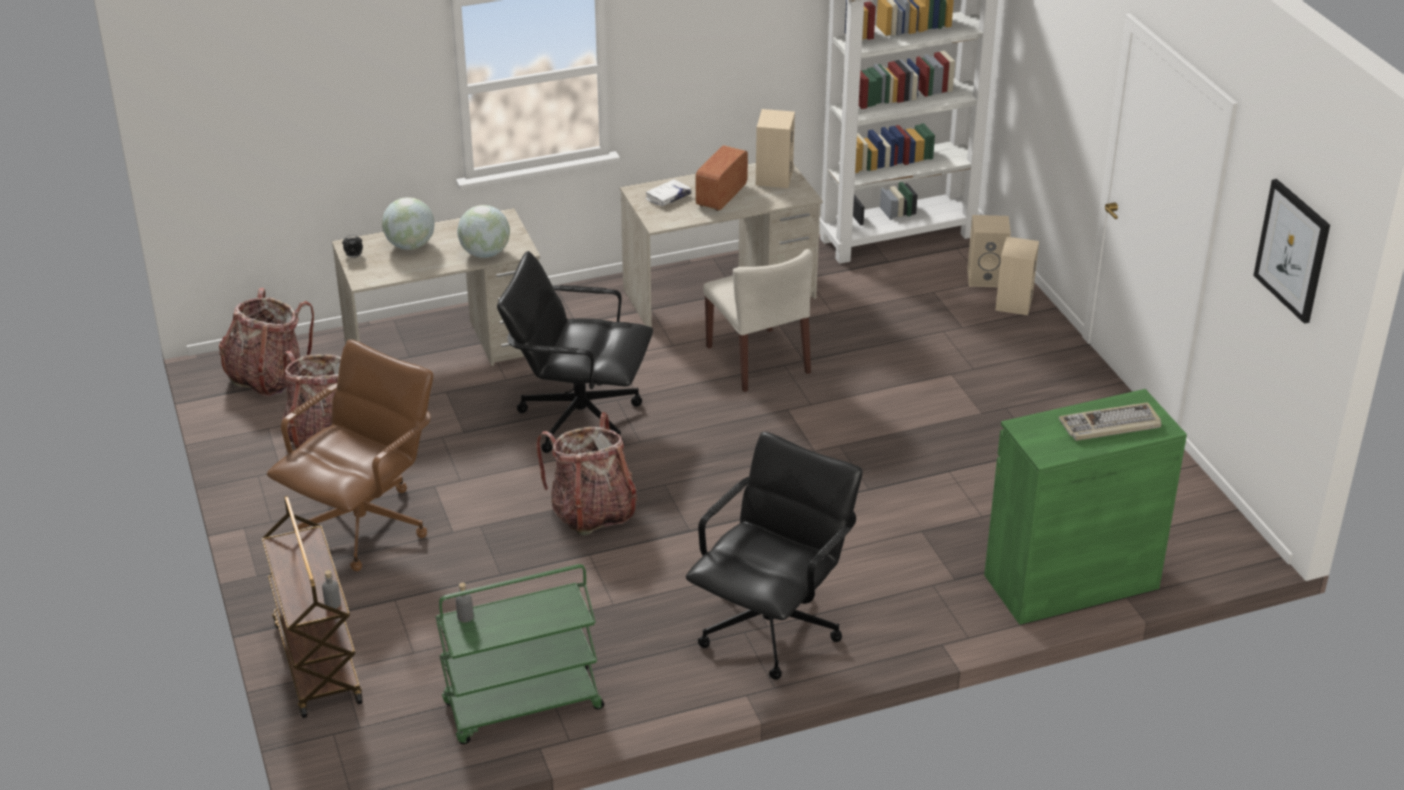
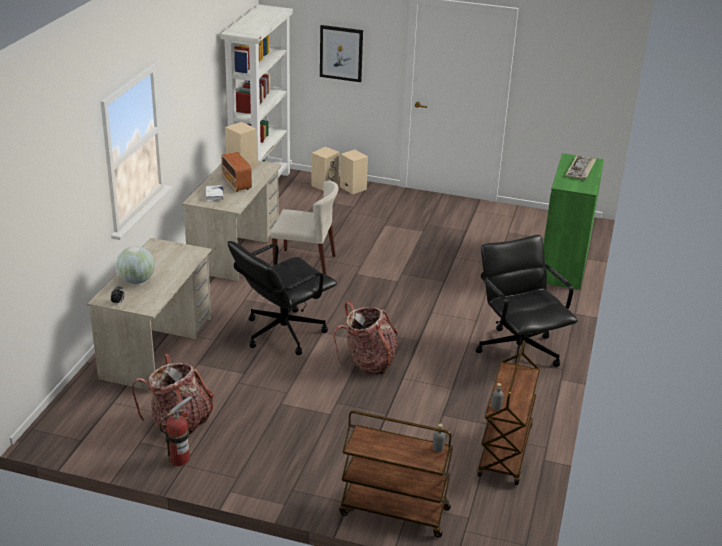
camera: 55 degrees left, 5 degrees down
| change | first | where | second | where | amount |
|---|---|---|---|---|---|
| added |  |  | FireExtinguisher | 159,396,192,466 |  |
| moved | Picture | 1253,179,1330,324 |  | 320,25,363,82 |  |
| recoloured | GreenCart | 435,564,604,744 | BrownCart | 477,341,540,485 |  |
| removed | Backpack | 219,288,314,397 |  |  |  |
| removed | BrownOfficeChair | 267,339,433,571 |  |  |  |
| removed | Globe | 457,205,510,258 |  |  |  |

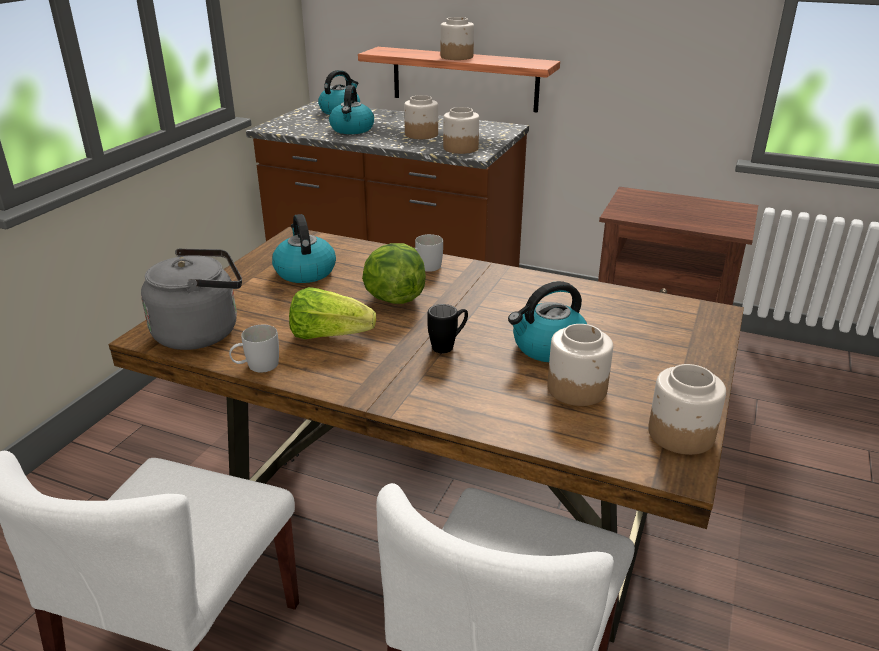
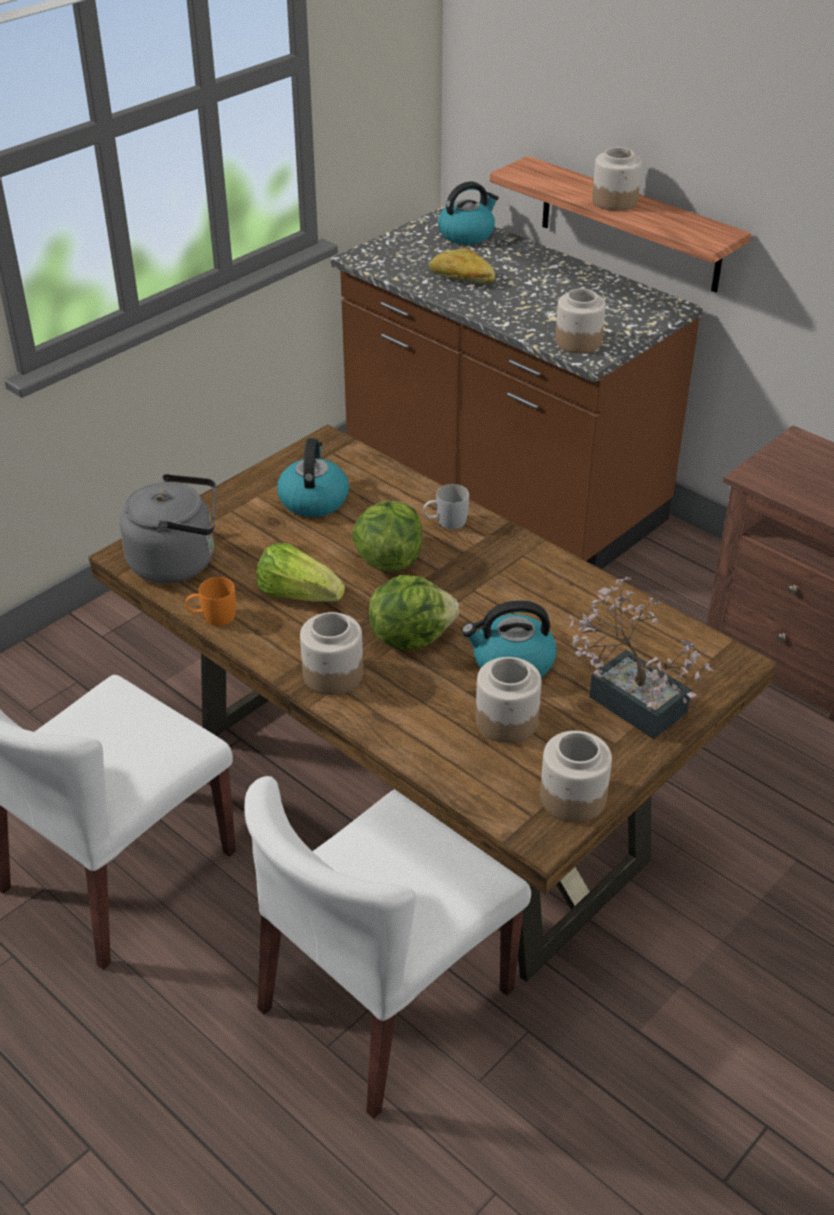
camera: 20 degrees right, 10 degrees up
| change | first | where | second | where | amount |
|---|---|---|---|---|---|
| recoloured | WhiteMug | 229,325,279,373 | OrangeMug | 186,577,236,626 |  |
| moved | Jar | 404,95,438,139 |  | 300,612,363,695 |  |
| replaced | BlackMug | 427,304,468,353 | Lettuce | 369,575,459,650 |  |
| replaced | Kettle | 329,85,374,134 | Bread | 429,248,495,284 |  |
| added |  |  | PottedPlant | 569,577,714,739 |  |

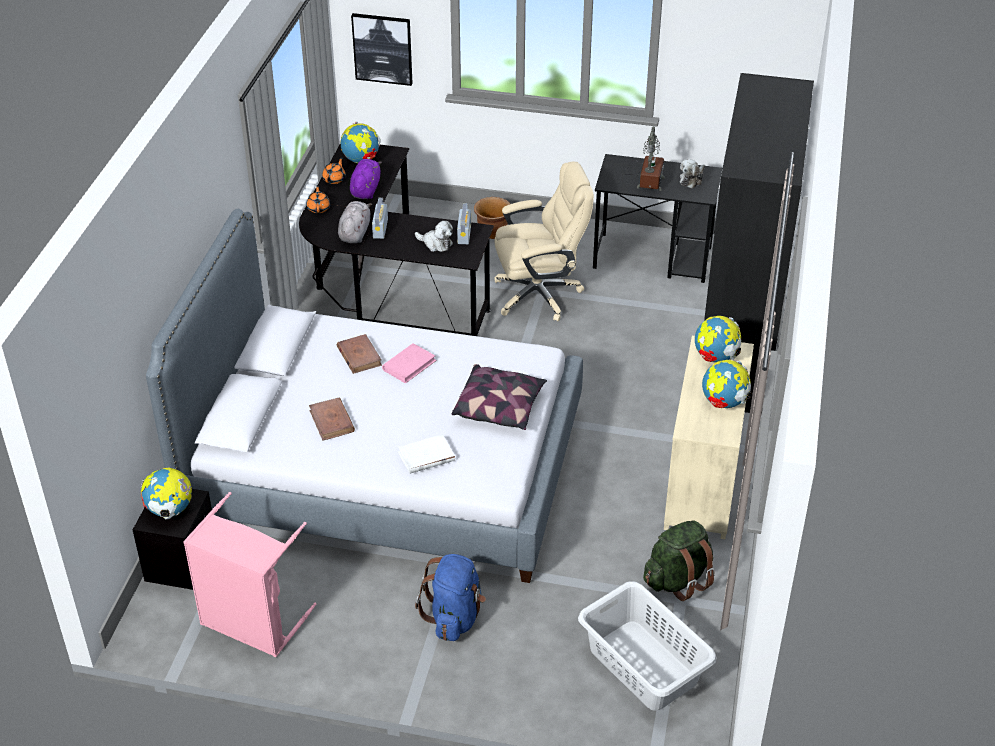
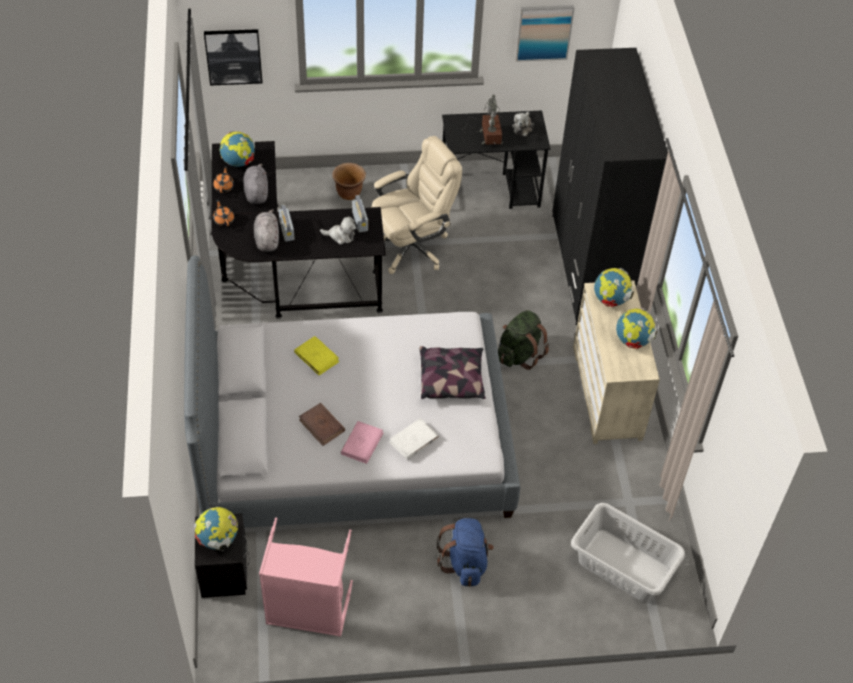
camera: 20 degrees left, 10 degrees up
| change | first | where | second | where | amount |
|---|---|---|---|---|---|
| recoloured | PurplePlushToy | 350,159,382,199 | GreyPlushToy | 243,164,268,204 |  |
| recoloured | BrownBook | 337,334,382,374 | YellowBook | 294,336,339,375 |  |
| moved | PinkBook | 382,343,437,384 |  | 341,421,383,464 |  |
| moved | GreenBackpack | 643,520,715,601 |  | 498,310,549,370 |  |
| added |  |  | Picture | 516,5,574,62 |  |

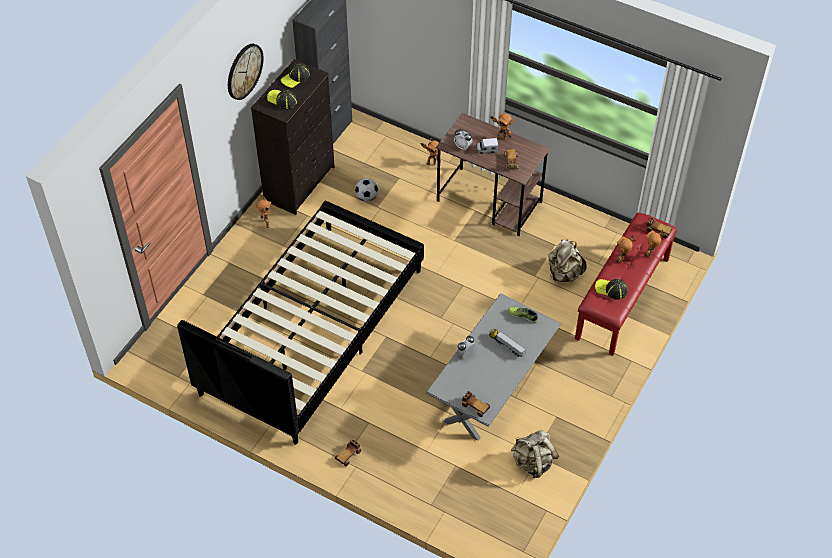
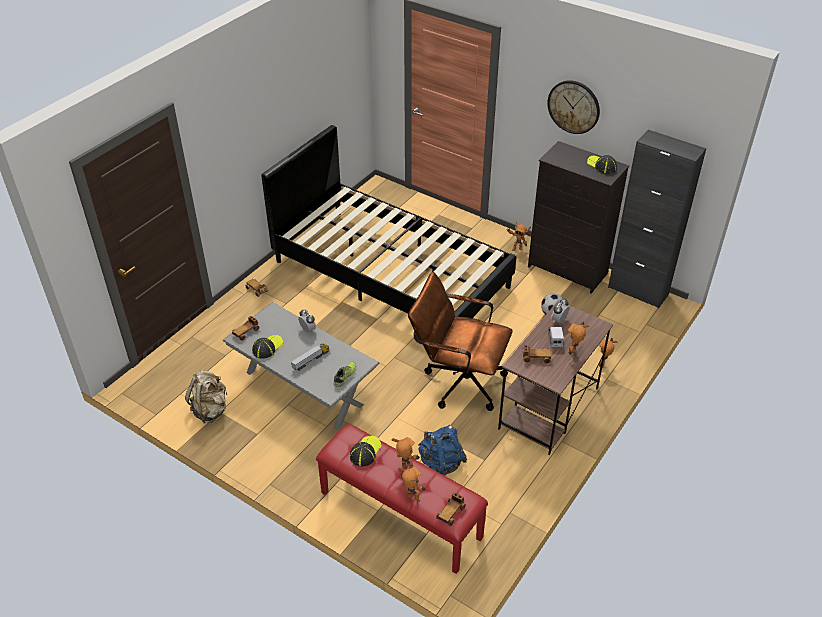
camera: 95 degrees right, 10 degrees down
| change | first | where | second | where | amount |
|---|---|---|---|---|---|
| moved | Cap | 267,90,298,109 |  | 252,335,283,359 |  |
| added |  |  | BrownOfficeChair | 408,272,513,411 |  |
| recoloured | BeigeBackpack | 548,239,587,282 | BlueBackpack | 418,425,467,476 |  |

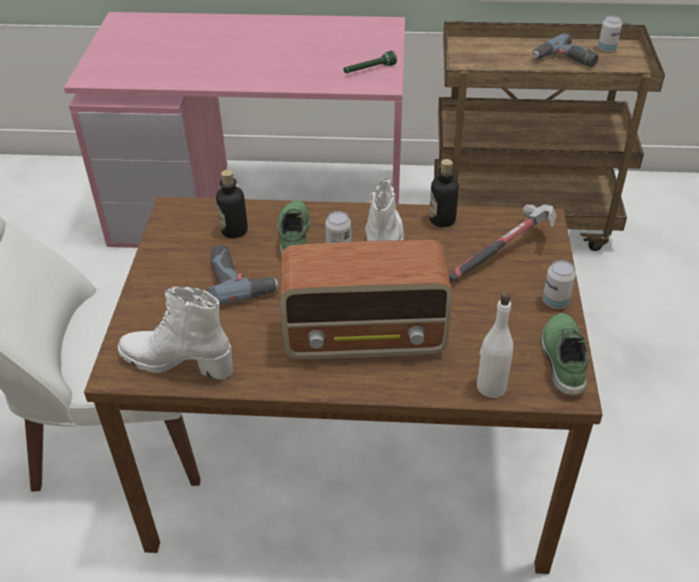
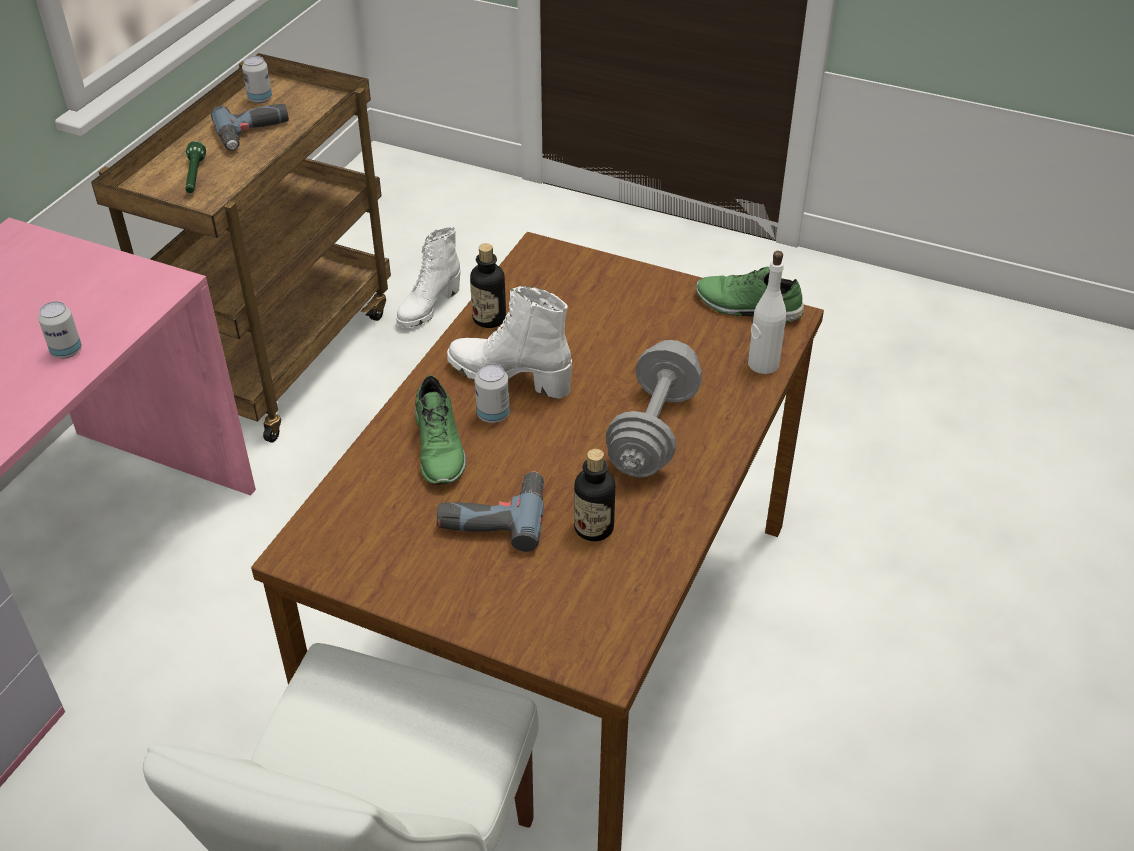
camera: 70 degrees left, 0 degrees up
| change | first | where | second | where | amount |
|---|---|---|---|---|---|
| moved | Can | 542,260,576,309 |  | 38,301,82,359 |  |
| moved | GreenFlashlight | 344,51,397,73 |  | 185,141,206,193 |  |
| moved | WhiteBoot | 118,286,233,380 |  | 396,227,460,327 |  |
| turned | GreenShoe | 277,200,310,256 |  | 415,375,466,485 | 120 degrees counterclockwise |
| moved | Bottle | 216,170,248,238 |  | 574,449,615,541 |  |
| replaced | Radio | 280,240,452,359 | GreyDumbbell | 606,340,702,477 |  |
| removed | Hammer | 448,204,556,283 |  |  |  |

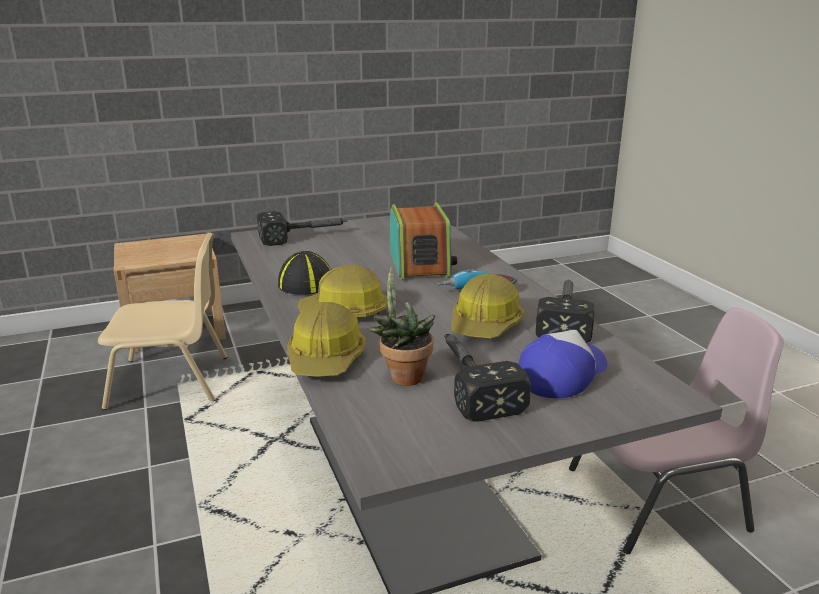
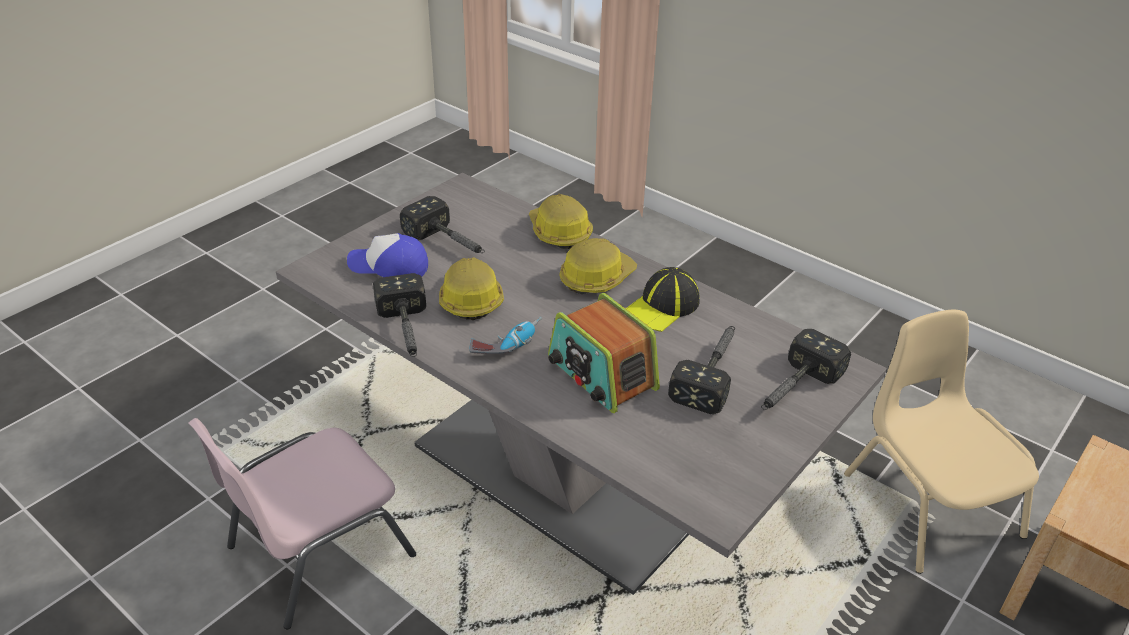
camera: 150 degrees right, 15 degrees up
| change | first | where | second | where | amount |
|---|---|---|---|---|---|
| turned | Cap | 518,330,607,398 |  | 347,233,428,277 | 90 degrees clockwise |
| added |  |  | Hammer | 668,326,735,414 |  |
| turned | BeigeChair | 98,232,227,410 |  | 844,310,1039,574 | 105 degrees clockwise |
| removed | PottedPlant | 367,266,435,386 |  |  |  |

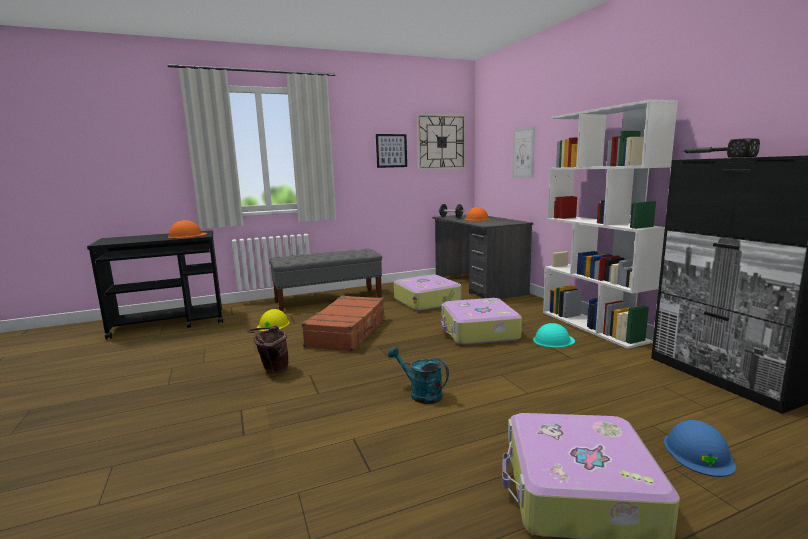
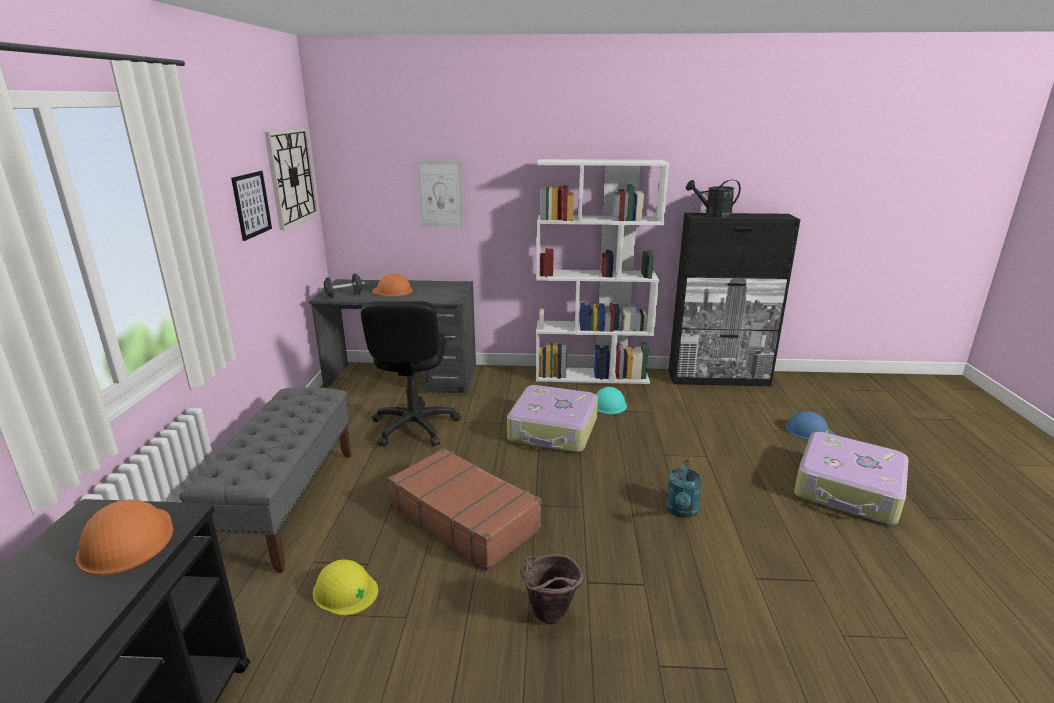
camera: 65 degrees left, 10 degrees up
| change | first | where | second | where | amount |
|---|---|---|---|---|---|
| replaced | Suitcase | 394,275,461,311 | BlackOfficeChair | 360,301,461,447 |  |
| turned | TurquoiseWateringCan | 388,347,449,404 |  | 666,459,702,518 | 45 degrees counterclockwise |
| replaced | Hammer | 685,138,760,158 | BlackWateringCan | 686,180,741,218 |  |

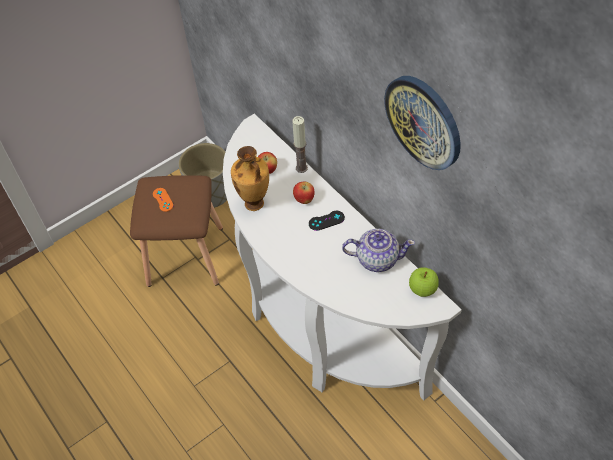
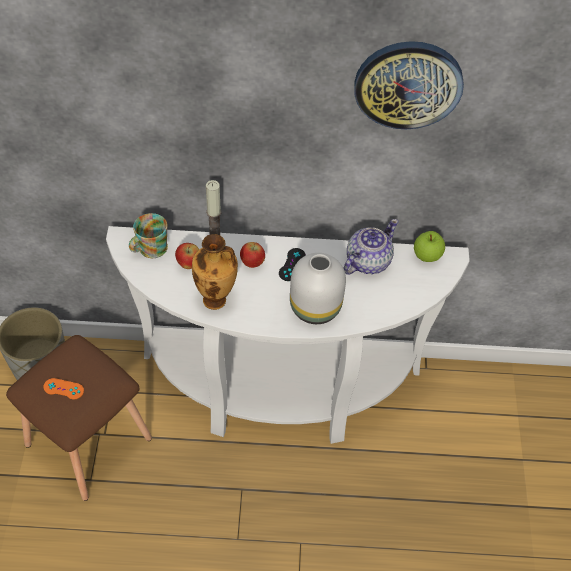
camera: 55 degrees left, 0 degrees up
| change | first | where | second | where | amount |
|---|---|---|---|---|---|
| added |  |  | Mug | 129,213,168,258 |  |
| added |  |  | WhiteVase | 290,253,346,324 |  |

